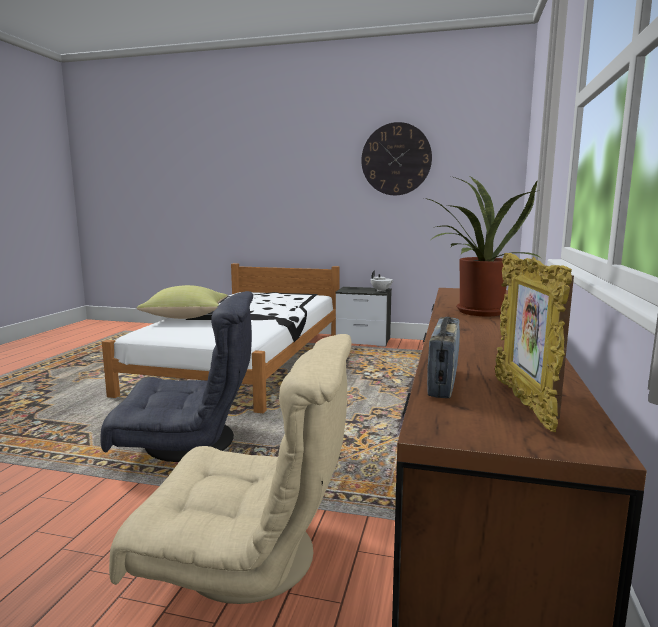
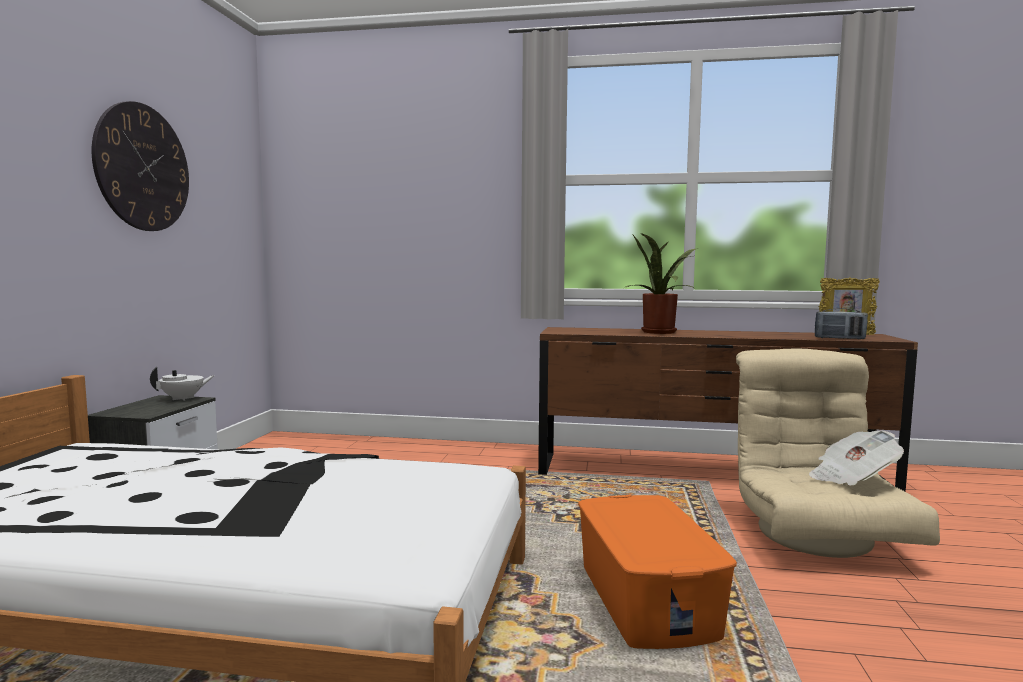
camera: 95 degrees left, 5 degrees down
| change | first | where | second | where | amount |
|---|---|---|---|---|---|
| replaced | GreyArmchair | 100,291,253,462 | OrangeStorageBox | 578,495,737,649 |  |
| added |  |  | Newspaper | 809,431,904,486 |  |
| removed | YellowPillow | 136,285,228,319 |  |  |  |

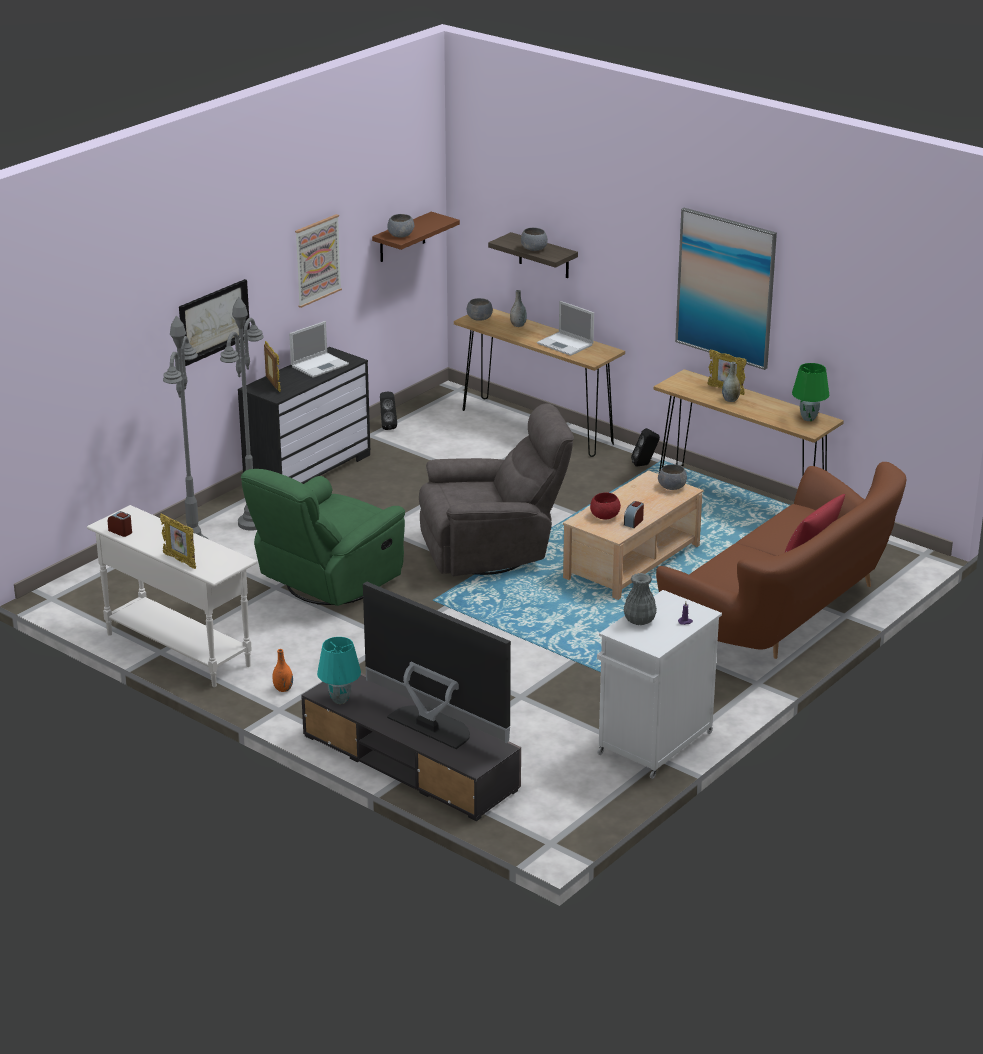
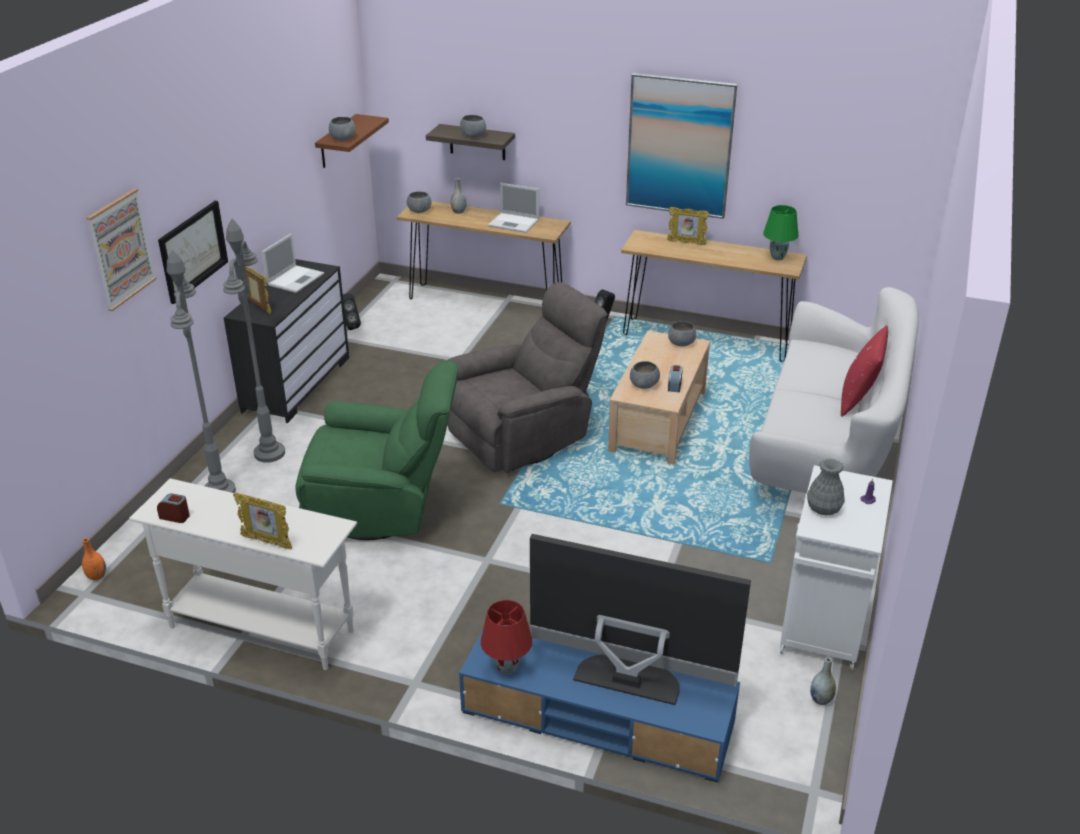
camera: 20 degrees left, 5 degrees up
| change | first | where | second | where | amount |
|---|---|---|---|---|---|
| moved | OrangeVase | 272,649,293,692 |  | 82,538,106,580 |  |
| moved | Picture | 295,214,342,308 |  | 87,188,157,311 |  |
| turned | GreenArmchair | 241,469,405,606 |  | 296,361,459,540 | 105 degrees counterclockwise |
| recoloured | GreyTvStand | 301,673,521,821 | BlueTvStand | 459,625,740,783 |  |
| recoloured | TurquoiseTableLamp | 317,637,361,704 | RedTableLamp | 481,600,532,675 |  |
| recoloured | RedBowl | 590,492,621,519 | GreyBowl | 630,361,660,389 |  |
| recoloured | BrownSofa | 656,462,906,659 | WhiteSofa | 749,287,919,493 |  |
| moved | GreyVase | 722,362,740,402 |  | 810,657,836,705 |  |

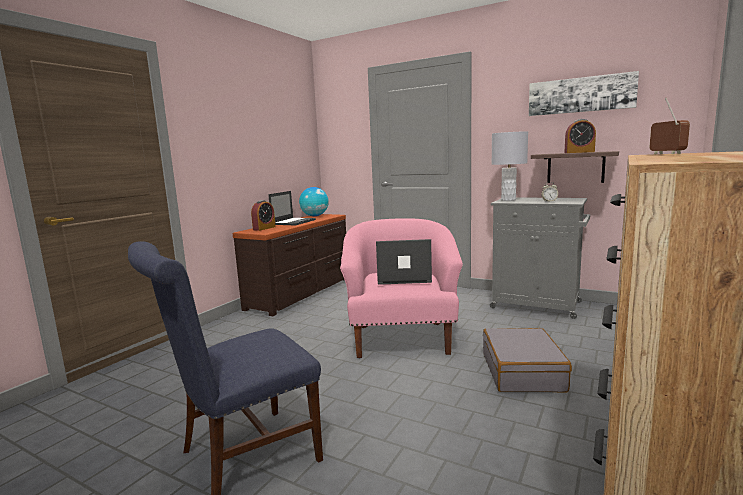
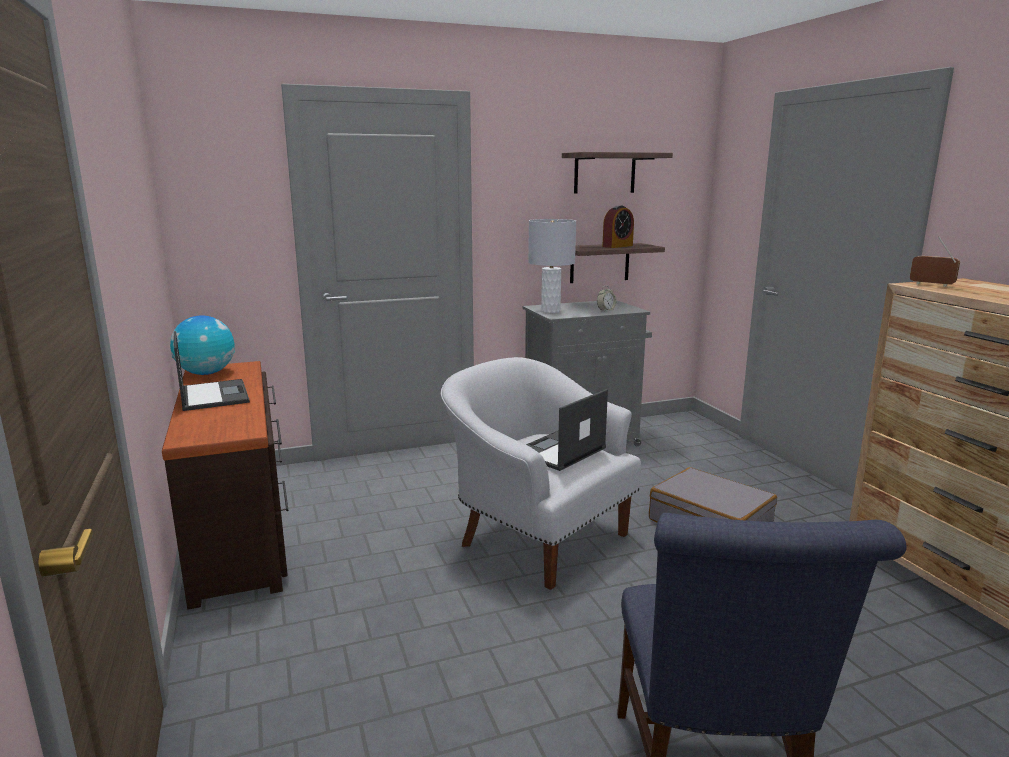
camera: 50 degrees left, 5 degrees up
| change | first | where | second | where | amount |
|---|---|---|---|---|---|
| recoloured | PinkArmchair | 340,218,463,358 | WhiteArmchair | 441,357,641,590 |  |
| replaced | Picture | 529,71,639,116 | Shelf | 562,152,673,194 |  |
| removed | AlarmClock | 251,200,276,231 |  |  |  |

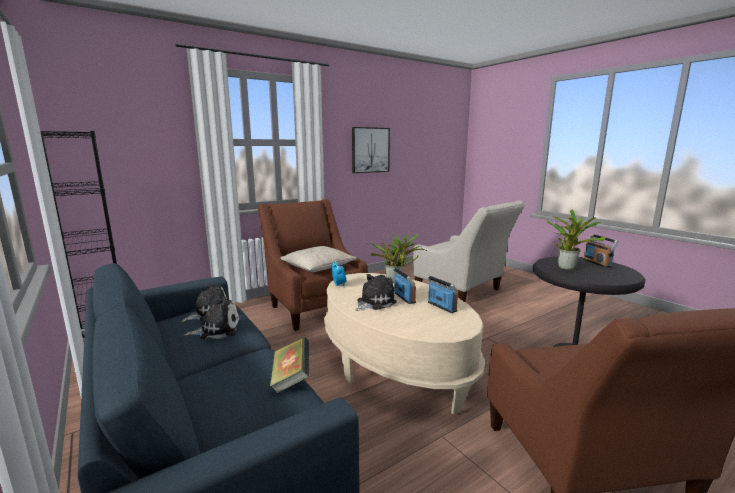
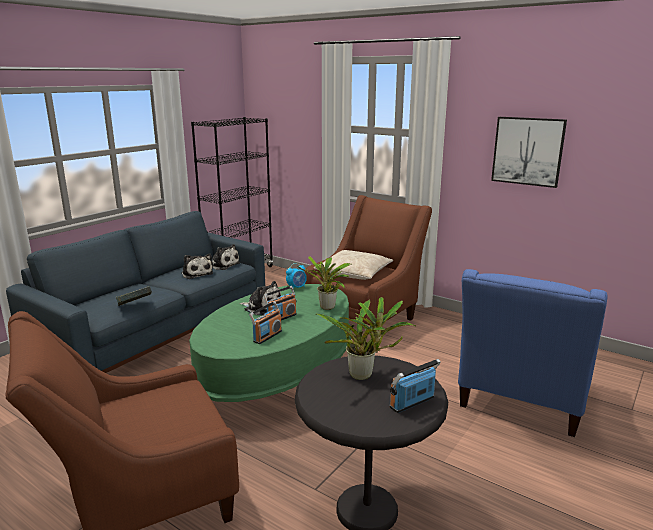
camera: 70 degrees right, 5 degrees up
| change | first | where | second | where | amount |
|---|---|---|---|---|---|
| recoloured | BeigeCoffeeTable | 324,273,485,414 | GreenCoffeeTable | 189,284,352,402 |  |
| recoloured | BeigeArmchair | 413,200,525,302 | BlueArmchair | 458,269,608,437 |  |

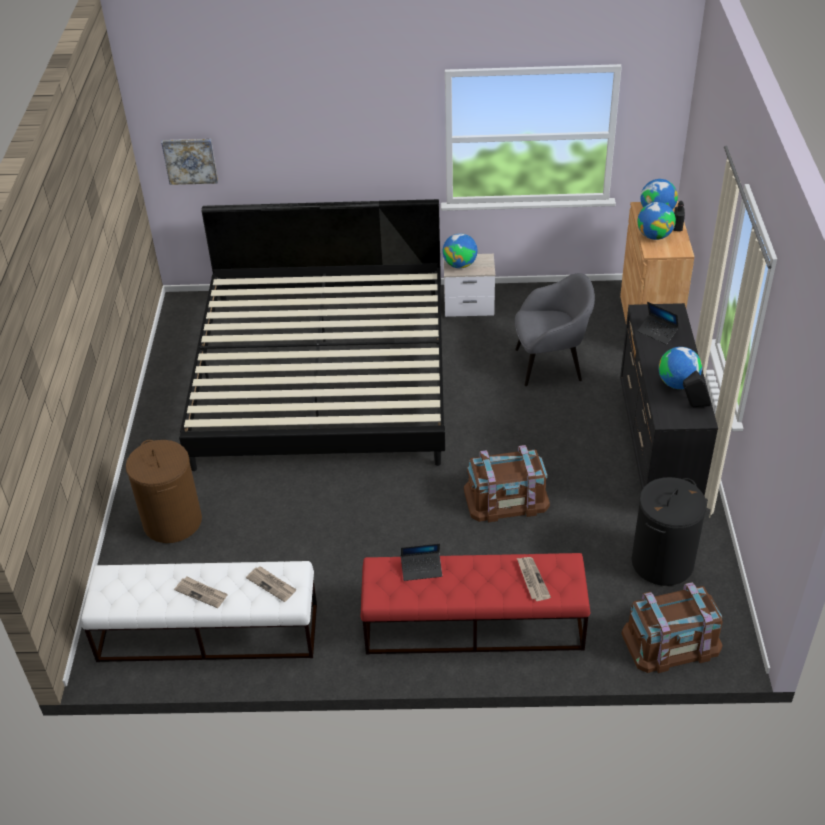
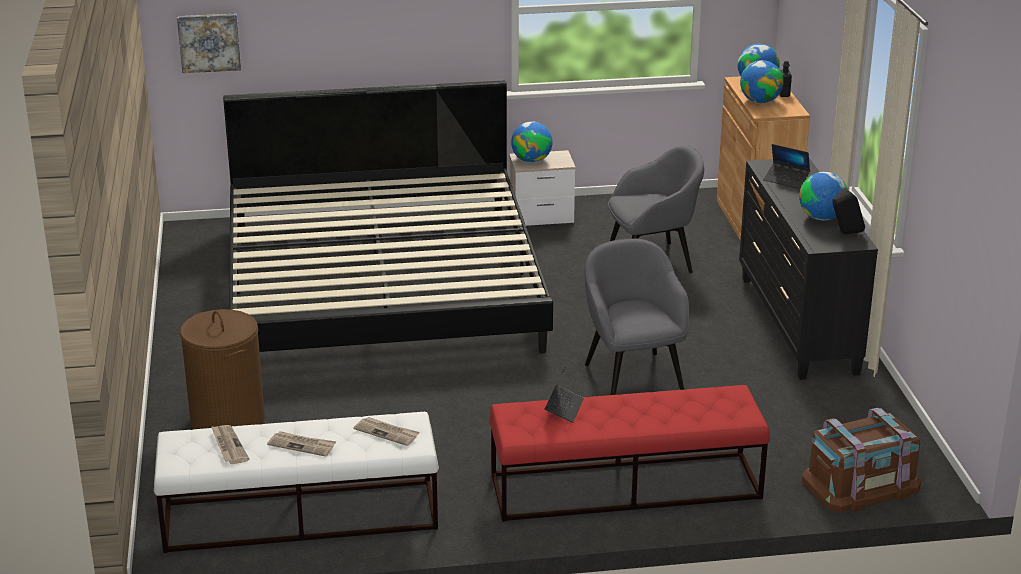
camera: 10 degrees left, 15 degrees down
| change | first | where | second | where | amount |
|---|---|---|---|---|---|
| moved | Newspaper | 517,557,551,601 |  | 211,425,249,464 |  |
| turned | Laptop | 401,543,442,581 |  | 545,363,584,423 | 60 degrees counterclockwise |
| replaced | BrownStorageBox | 464,445,550,522 | GreyArmchair | 585,238,689,395 |  |
| removed | BlackLaundryBasket | 631,477,707,586 |  |  |  |

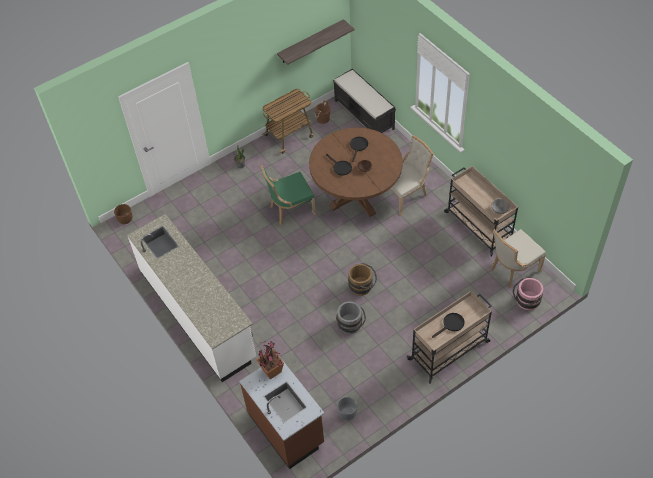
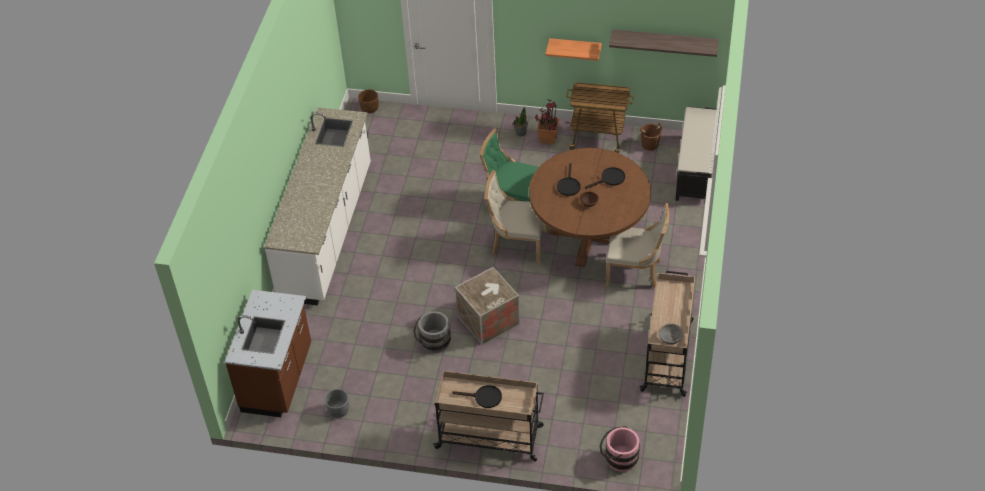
camera: 45 degrees right, 5 degrees down
| change | first | where | second | where | amount |
|---|---|---|---|---|---|
| replaced | BrownBucket | 348,263,377,296 | Crate | 455,267,520,345 |  |
| moved | BeigeChair | 491,229,546,288 |  | 485,170,547,264 |  |
| moved | PottedPlant | 256,342,284,379 |  | 535,99,560,144 |  |
| added |  |  | Shelf | 546,38,602,61 |  |

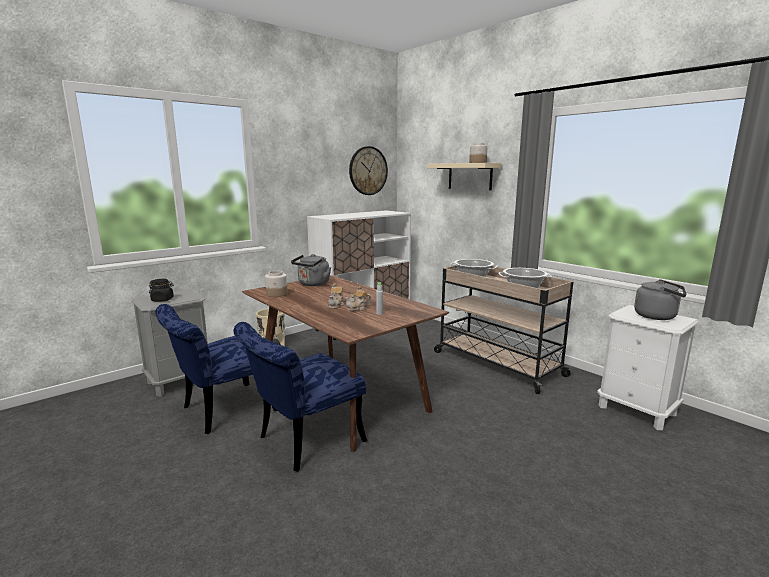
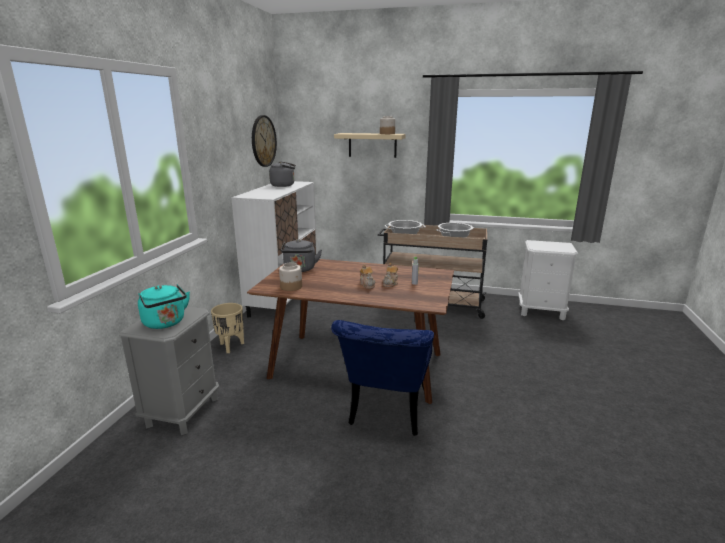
camera: 35 degrees left, 5 degrees up
| change | first | where | second | where | amount |
|---|---|---|---|---|---|
| replaced | BlackJar | 149,279,174,302 | TurquoiseKettle | 138,284,190,329 |  |
| moved | GreyKettle | 634,279,687,320 |  | 269,161,296,187 |  |
| removed | BlueChair | 155,304,277,434 |  |  |  |

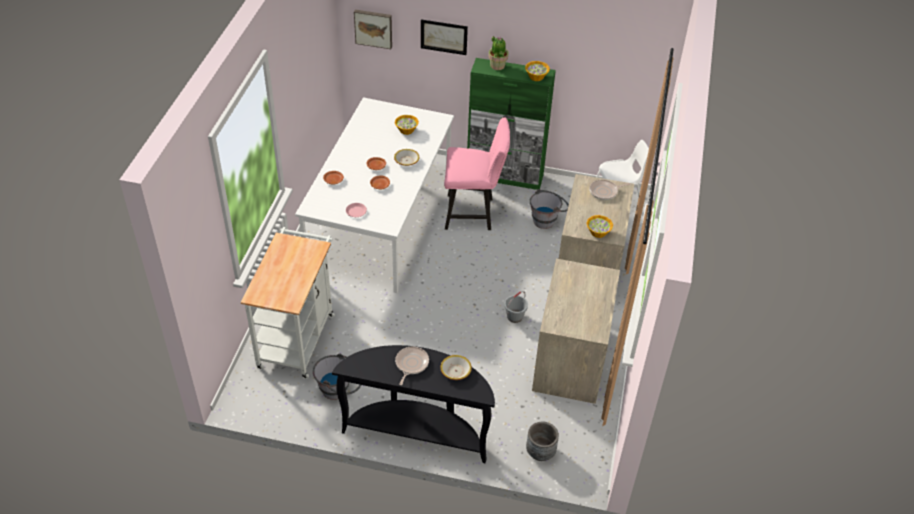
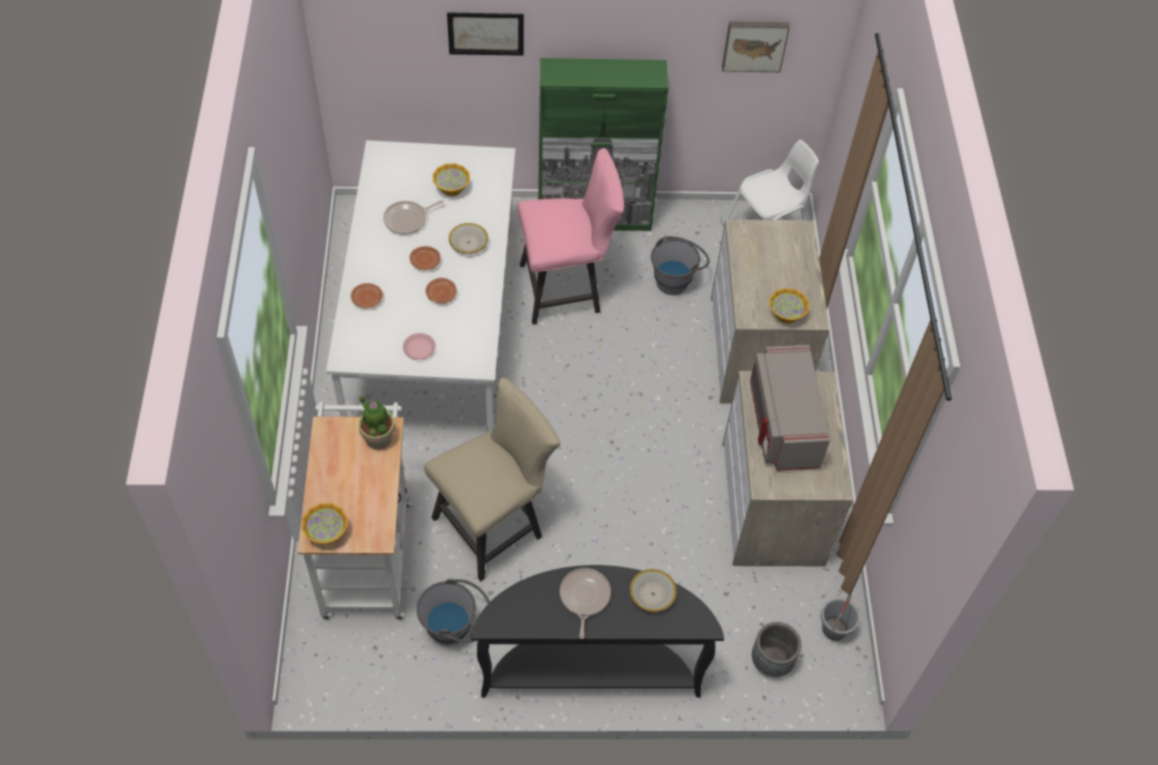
camera: 15 degrees left, 10 degrees up
| change | first | where | second | where | amount |
|---|---|---|---|---|---|
| moved | Bowl | 525,61,550,81 |  | 301,503,348,544 |  |
| moved | PottedPlant | 489,36,509,70 |  | 359,395,395,450 |  |
| moved | FryingPan | 589,179,631,200 |  | 383,200,444,235 |  |
| added |  |  | BeigeChair | 424,377,560,582 |  |
| moved | Picture | 354,10,392,49 |  | 722,21,790,72 |  |
| added |  |  | GreyMicrowave | 750,345,830,471 |  |
| moved | GreyBucket | 504,291,528,323 |  | 821,595,860,641 |  |

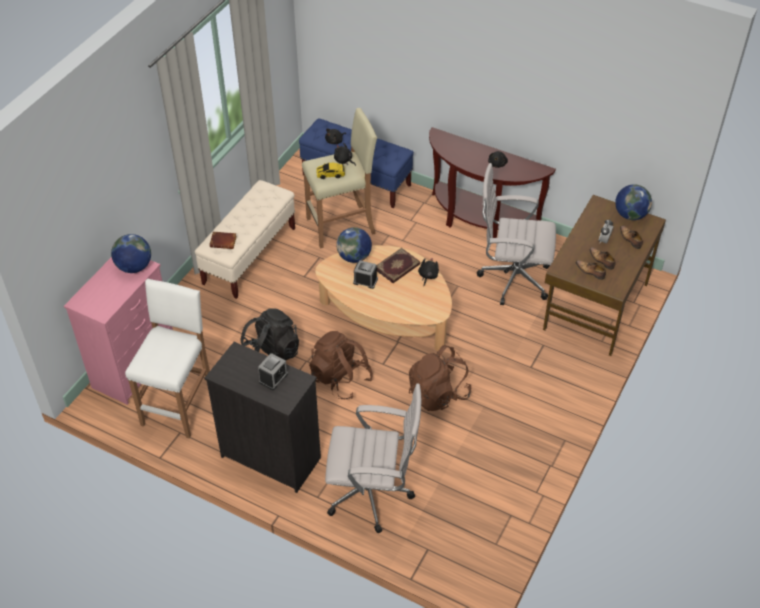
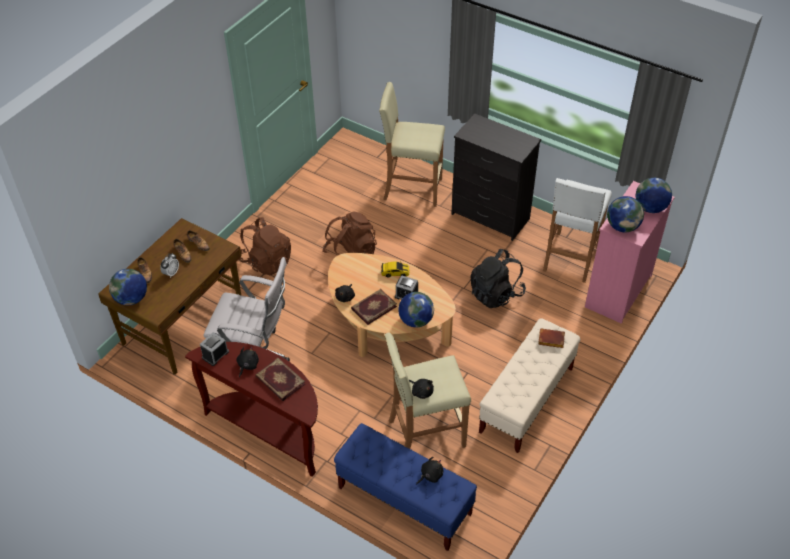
camera: 175 degrees left, 0 degrees up
| change | first | where | second | where | amount |
|---|---|---|---|---|---|
| moved | AlarmClock | 258,353,288,390 |  | 200,332,229,366 |  |
| moved | BrownBackpack | 309,331,373,400 |  | 239,217,291,275 |  |
| added |  |  | Book | 255,358,305,401 |  |
| replaced | WhiteOfficeChair | 325,384,422,534 | BeigeStool | 379,82,445,207 |  |
| moved | ToyCar | 316,163,345,179 |  | 381,262,409,278 |  |
| added |  |  | Globe | 636,178,672,213 |  |

